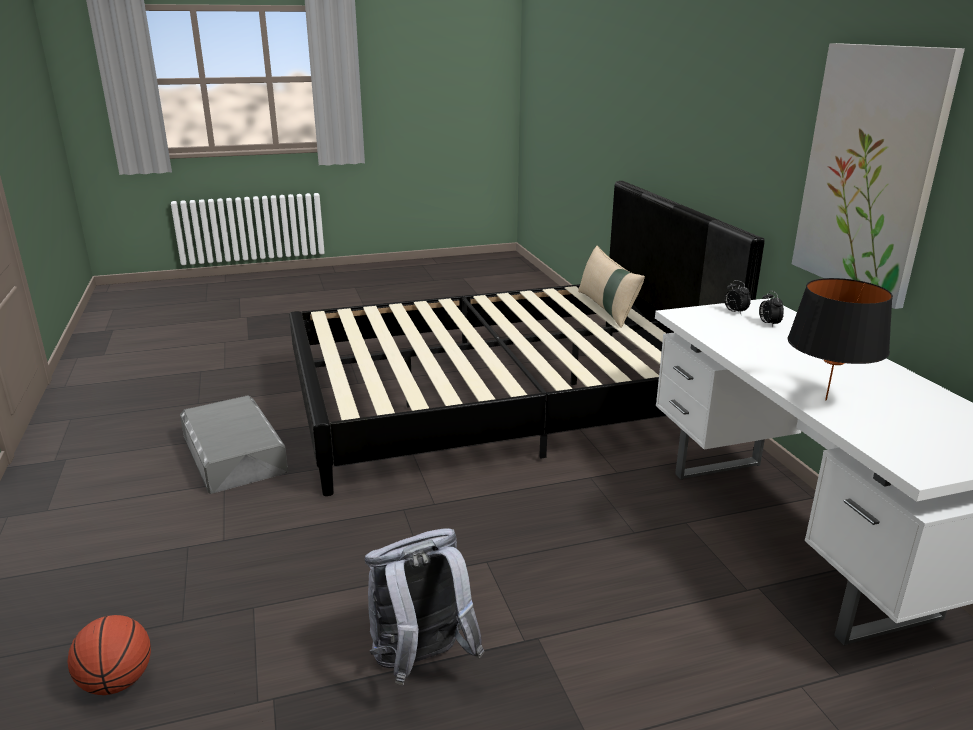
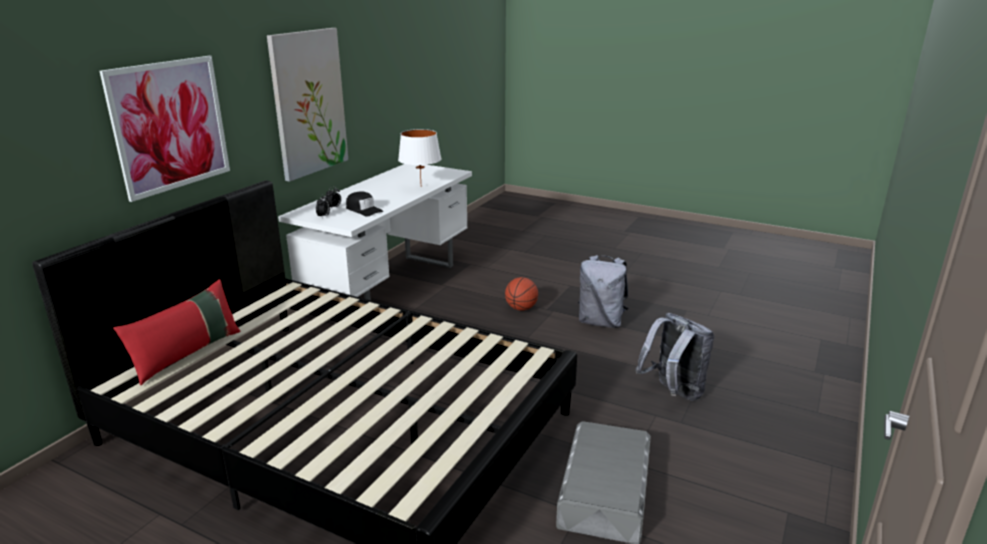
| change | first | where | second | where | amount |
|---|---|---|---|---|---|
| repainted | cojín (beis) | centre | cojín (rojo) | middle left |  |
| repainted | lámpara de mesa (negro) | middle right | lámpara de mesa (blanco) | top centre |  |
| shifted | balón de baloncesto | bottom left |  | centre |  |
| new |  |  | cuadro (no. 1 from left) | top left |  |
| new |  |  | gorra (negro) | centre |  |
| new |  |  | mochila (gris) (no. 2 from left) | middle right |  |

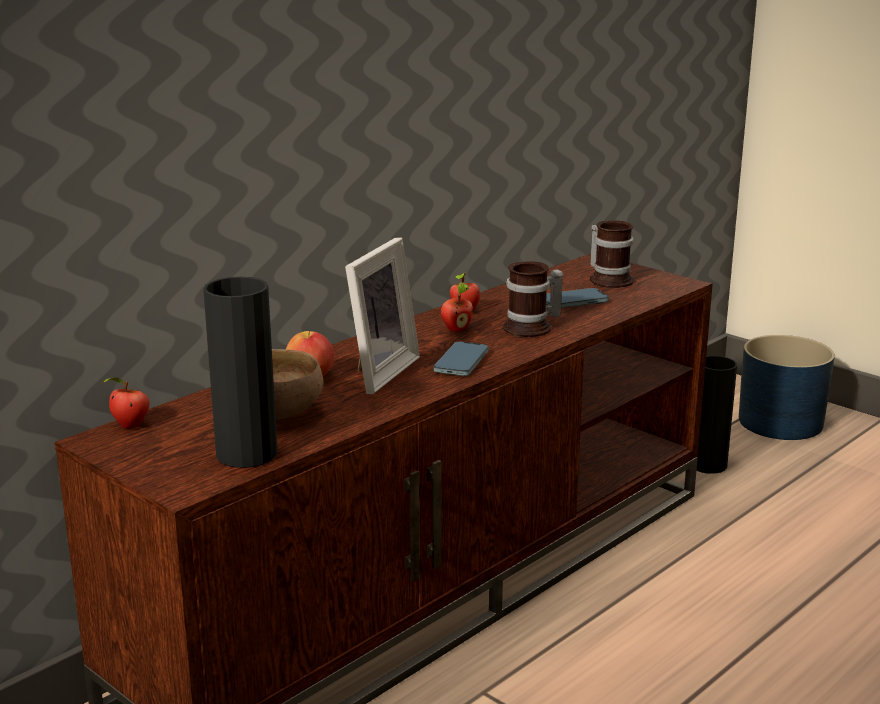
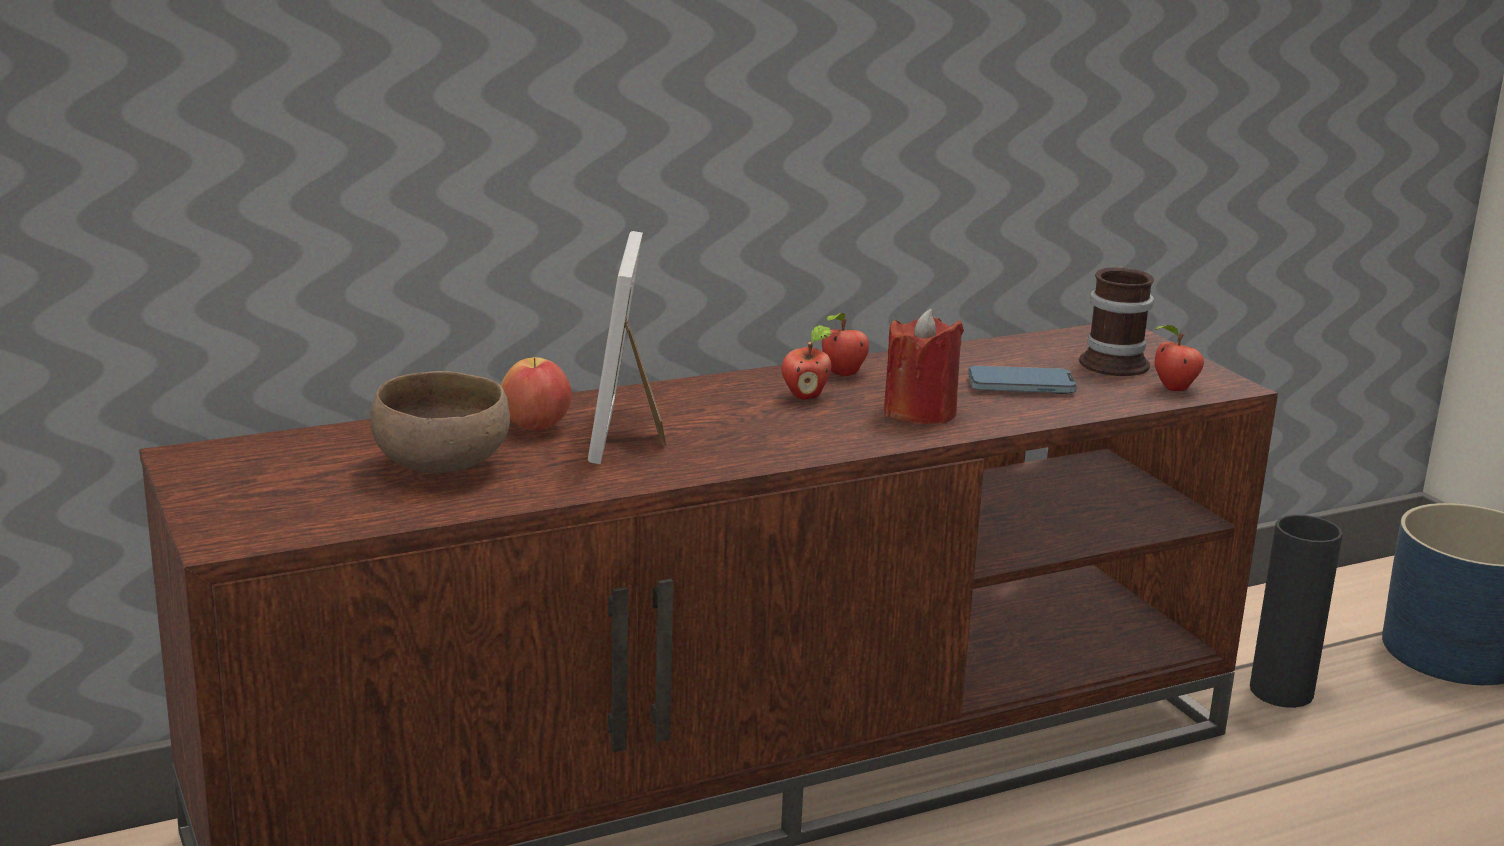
| change | first | where | second | where | amount |
|---|---|---|---|---|---|
| rotated | portarretratos | centre |  | centre | 135 degrees clockwise |
| swapped | taza grande (no. 1 from left) | centre | vela (rojo) | centre |  |
| gone | florero (negro) (no. 1 from left) | middle left |  |  |  |
| gone | móvil (no. 1 from left) | centre |  |  |  |
| shifted | manzana (no. 1 from left in the first image) | middle left | manzana (no. 4 from left) | middle right |  |

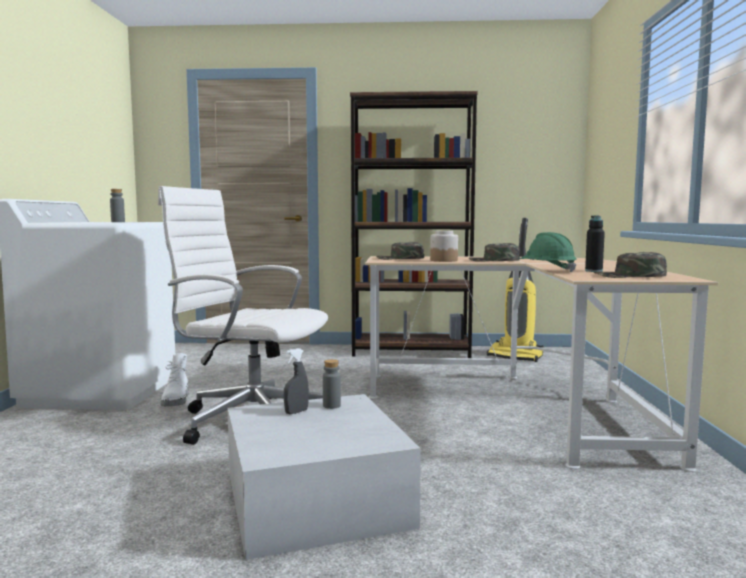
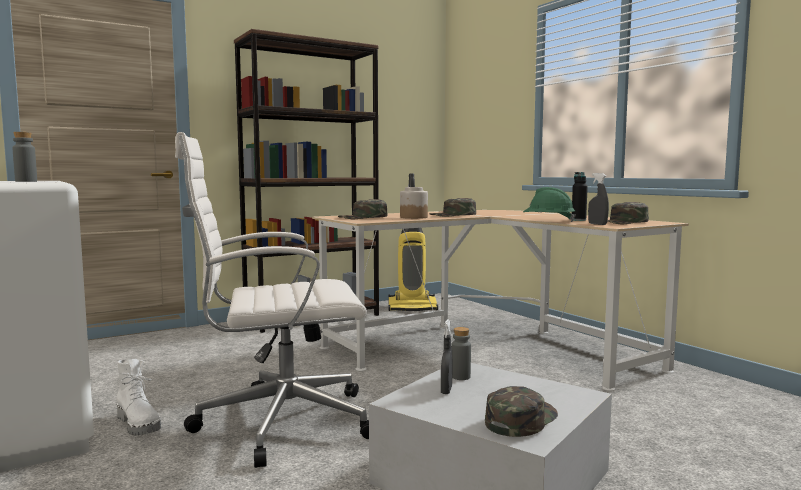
| change | first | where | second | where | amount |
|---|---|---|---|---|---|
| new |  |  | pulverizador (gris) (no. 2 from left) | middle right |  |
| new |  |  | gorra (verde) (no. 3 from left) | bottom centre |  |

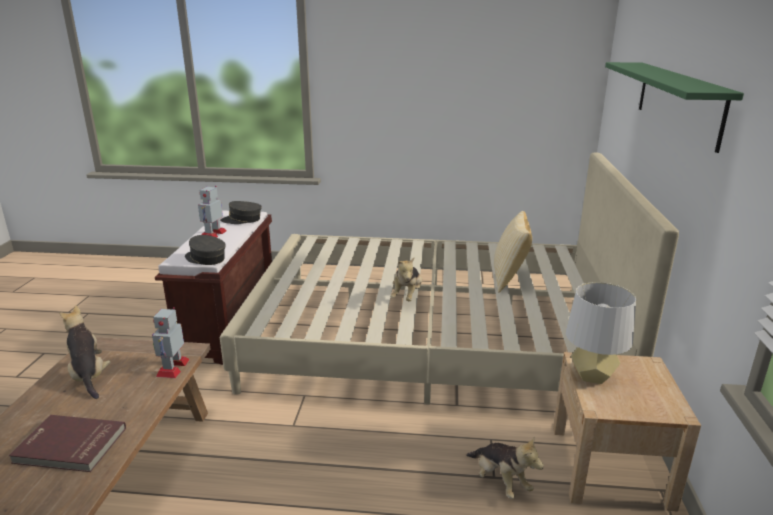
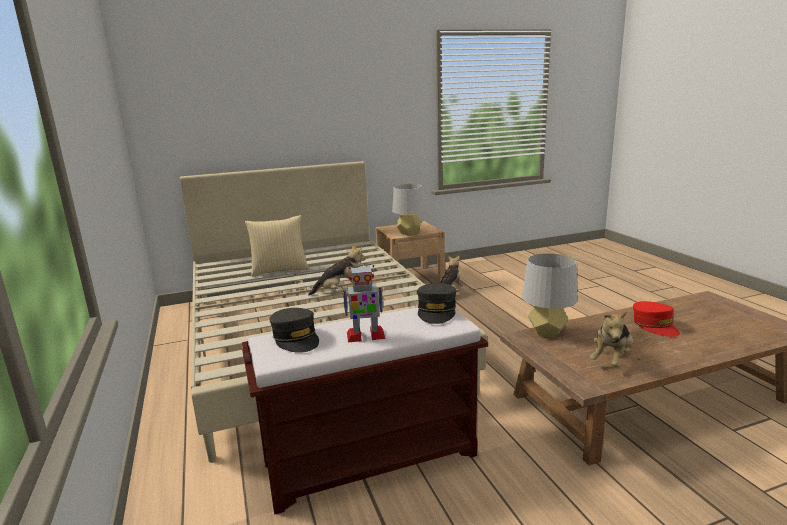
| change | first | where | second | where | amount |
|---|---|---|---|---|---|
| gone | estante (verde) | top right |  |  |  |
| swapped | robot de juguete (no. 1 from left) | middle left | lámpara de mesa (gris) (no. 2 from left) | middle right |  |
| swapped | libro (rojo) | bottom left | gorra (rojo) | middle right |  |

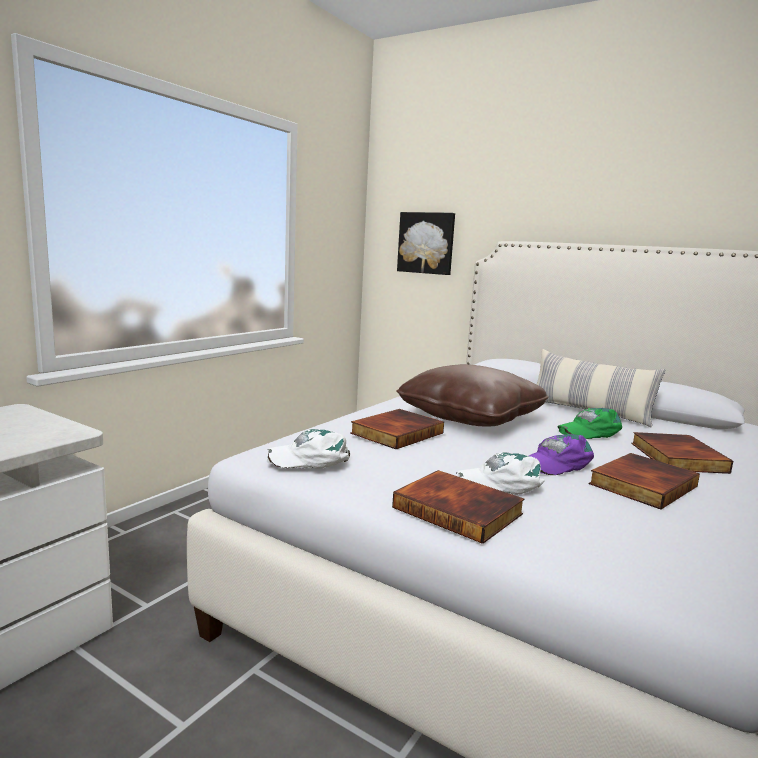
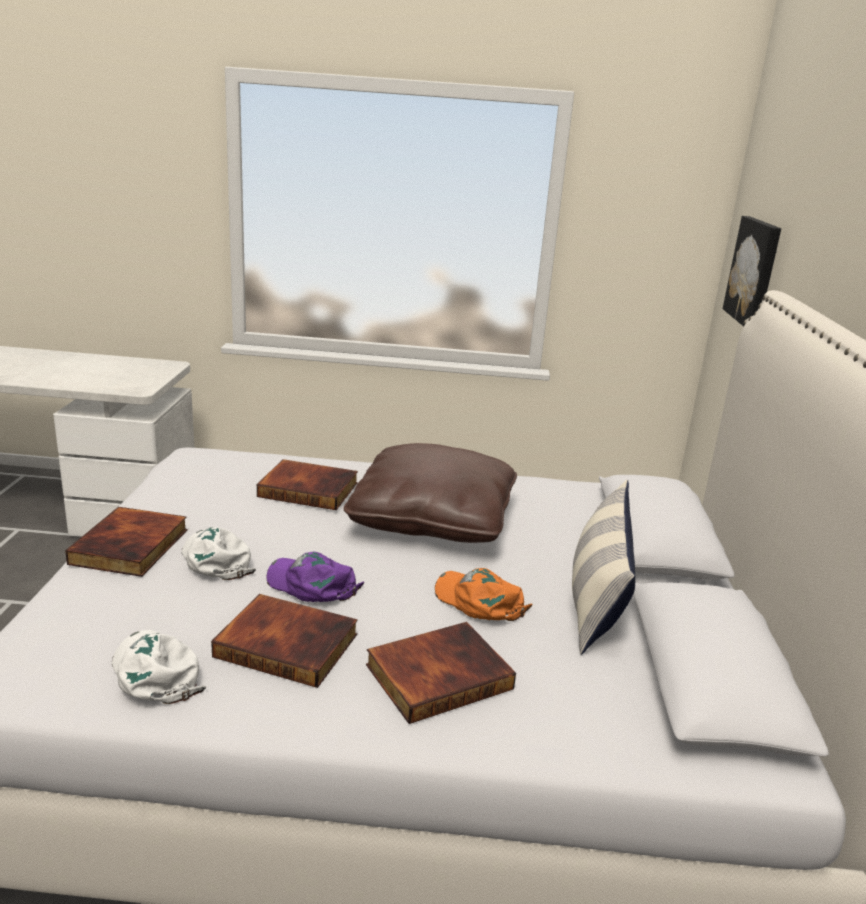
| change | first | where | second | where | amount |
|---|---|---|---|---|---|
| repainted | gorra (verde) | middle right | gorra (naranja) | centre |  |
| shifted | gorra (blanco) (no. 1 from left) | centre |  | bottom left |  |

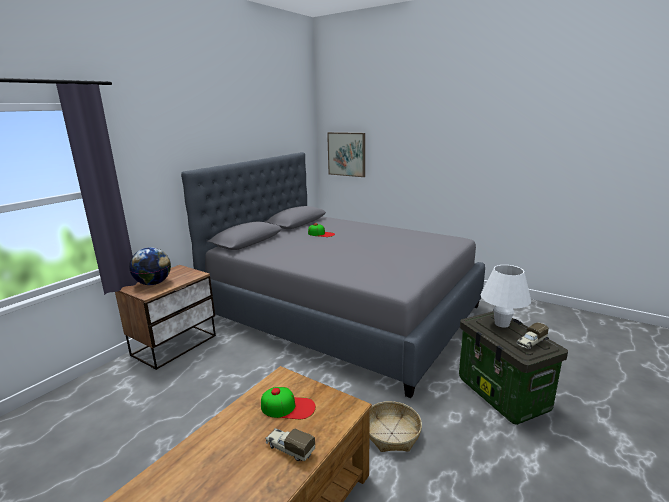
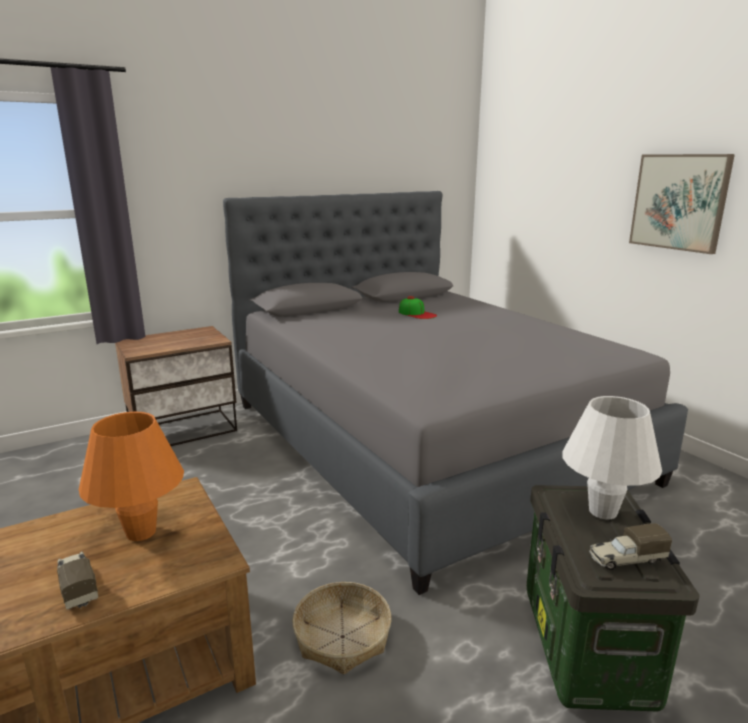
| change | first | where | second | where | amount |
|---|---|---|---|---|---|
| shifted | cuadro | top centre |  | top right |  |
| gone | globo terráqueo | middle left |  |  |  |
| swapped | gorra (no. 1 from left) | bottom centre | lámpara de mesa (naranja) | middle left |  |

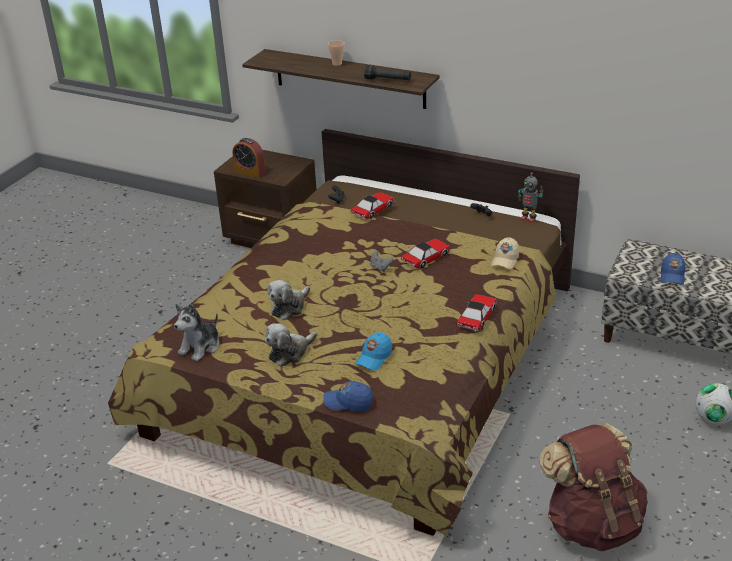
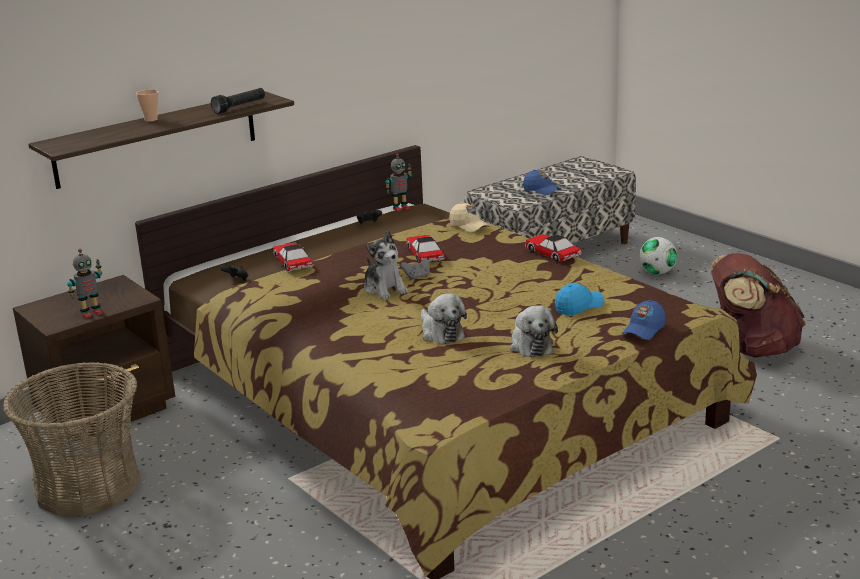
| change | first | where | second | where | amount |
|---|---|---|---|---|---|
| swapped | despertador | top centre | robot de juguete (no. 1 from left) | middle left |  |
| shifted | peluche (no. 1 from left) | middle left |  | centre |  |
| rotated | gorra (azul) (no. 2 from left) | centre |  | middle right | 90 degrees counterclockwise |
| new |  |  | cesta | bottom left |  |

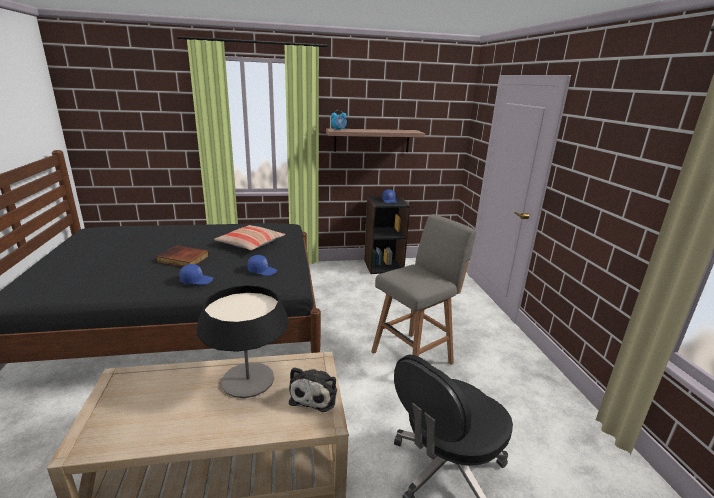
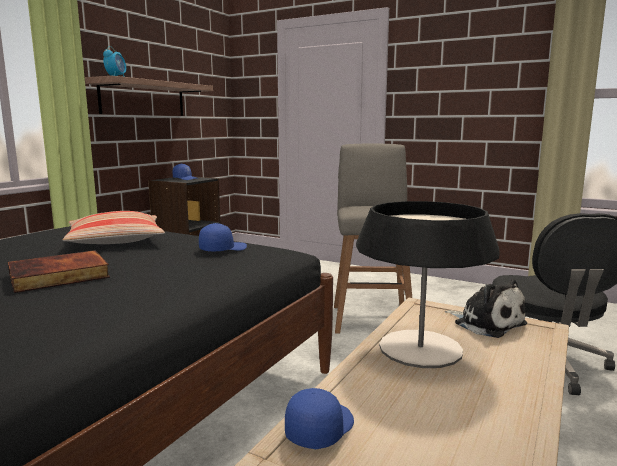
| change | first | where | second | where | amount |
|---|---|---|---|---|---|
| shifted | gorra (azul) (no. 1 from left in the first image) | middle left | gorra (azul) (no. 3 from left) | bottom centre |  |

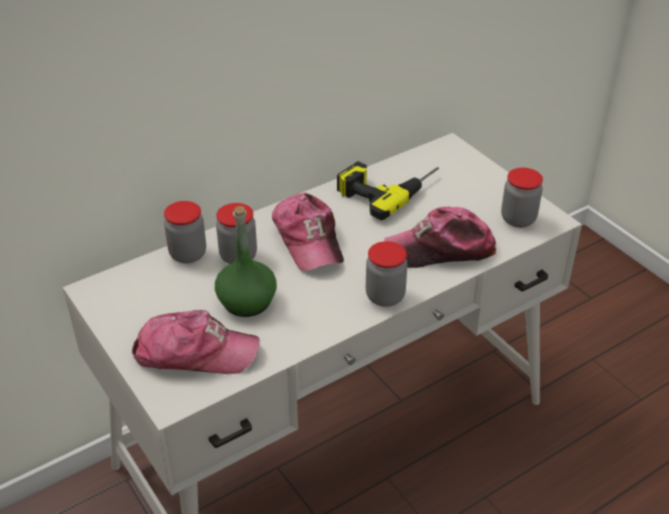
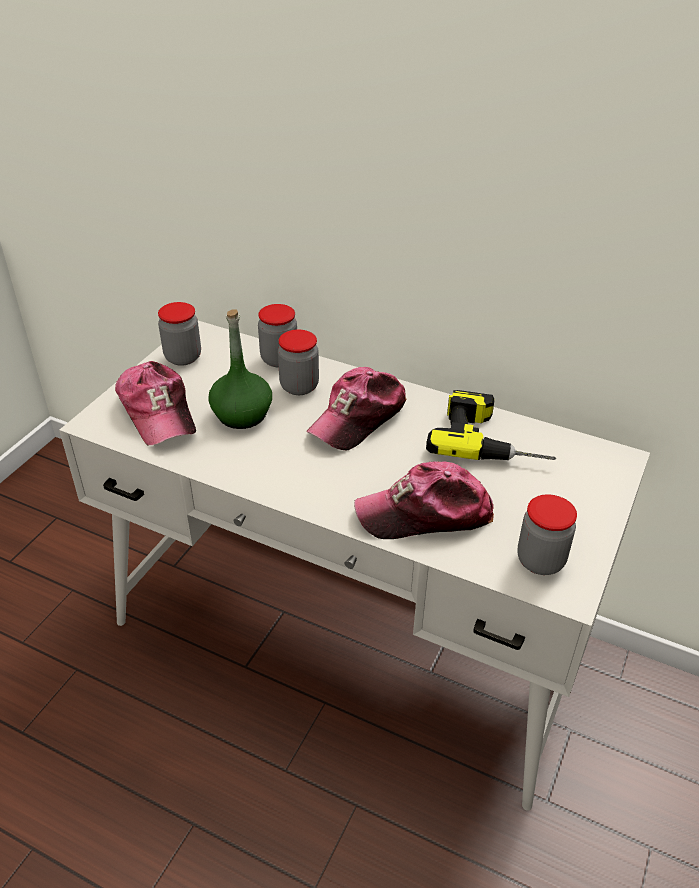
| change | first | where | second | where | amount |
|---|---|---|---|---|---|
| rotated | gorra (no. 3 from left) | centre |  | centre | 60 degrees counterclockwise |
| shifted | tarro (no. 3 from left in the first image) | centre | tarro (no. 1 from left) | middle left |  |

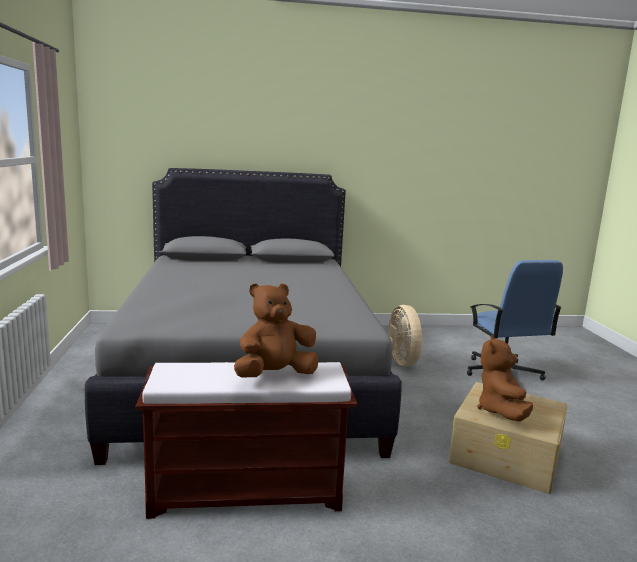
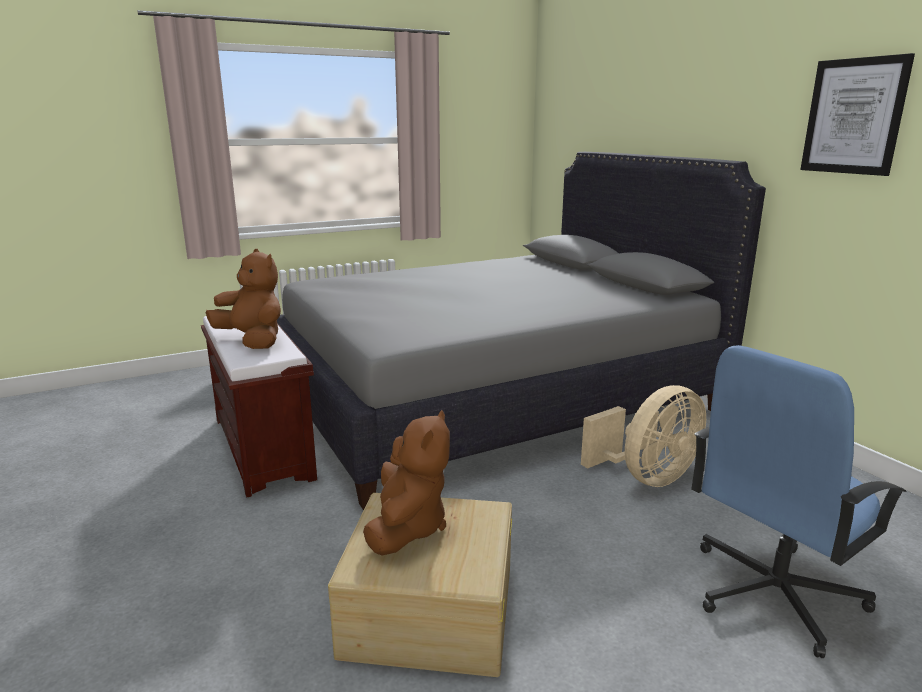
| change | first | where | second | where | amount |
|---|---|---|---|---|---|
| rotated | peluche (marrón) (no. 2 from left) | bottom right |  | bottom centre | 105 degrees clockwise |
| new |  |  | cuadro | top right |  |

